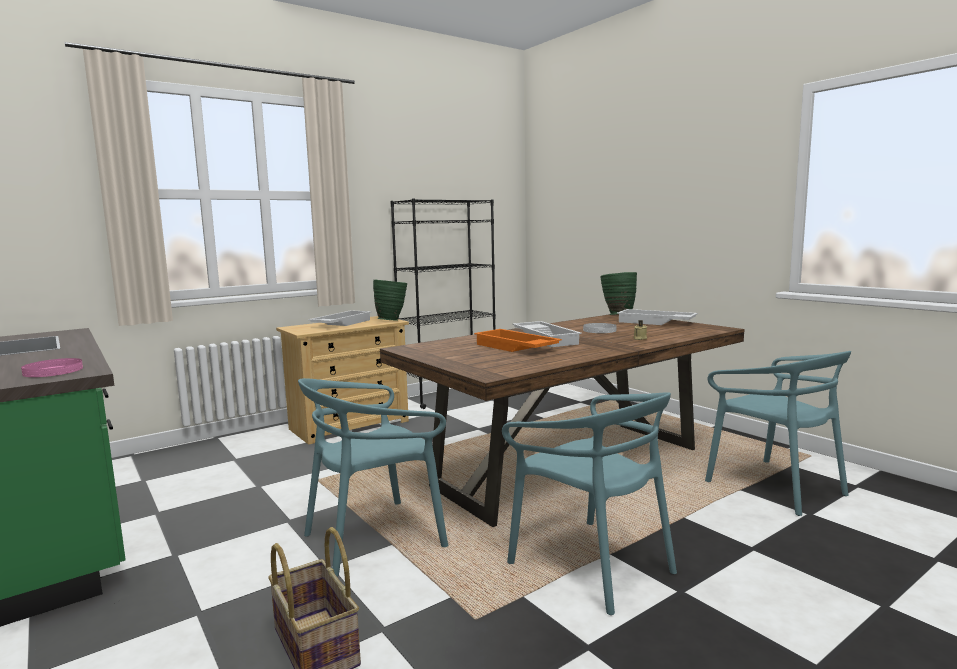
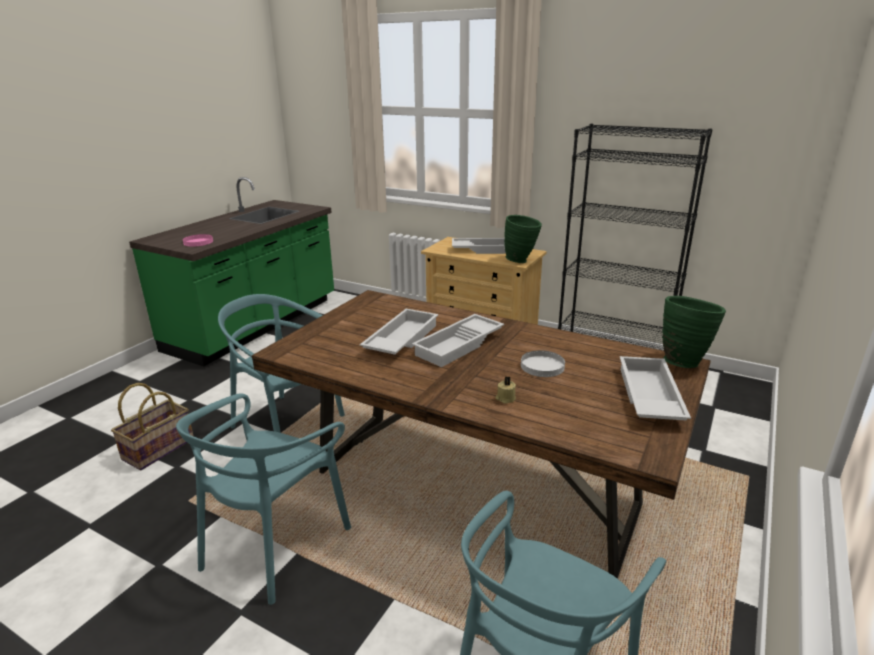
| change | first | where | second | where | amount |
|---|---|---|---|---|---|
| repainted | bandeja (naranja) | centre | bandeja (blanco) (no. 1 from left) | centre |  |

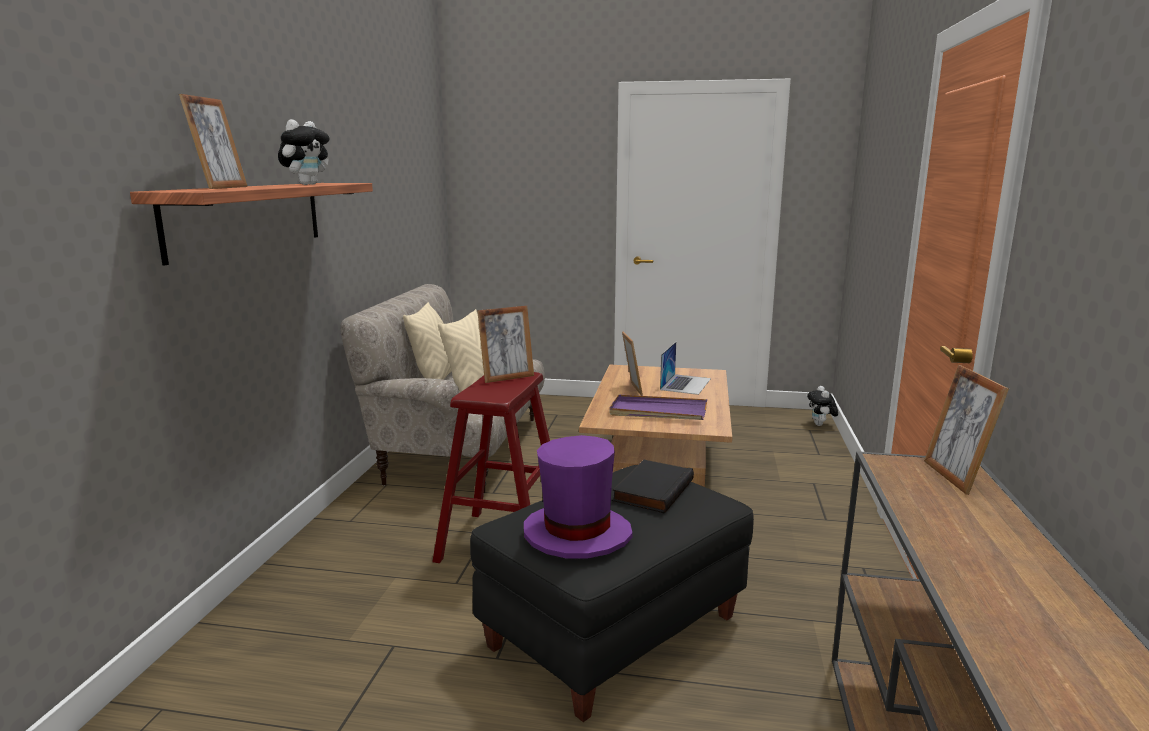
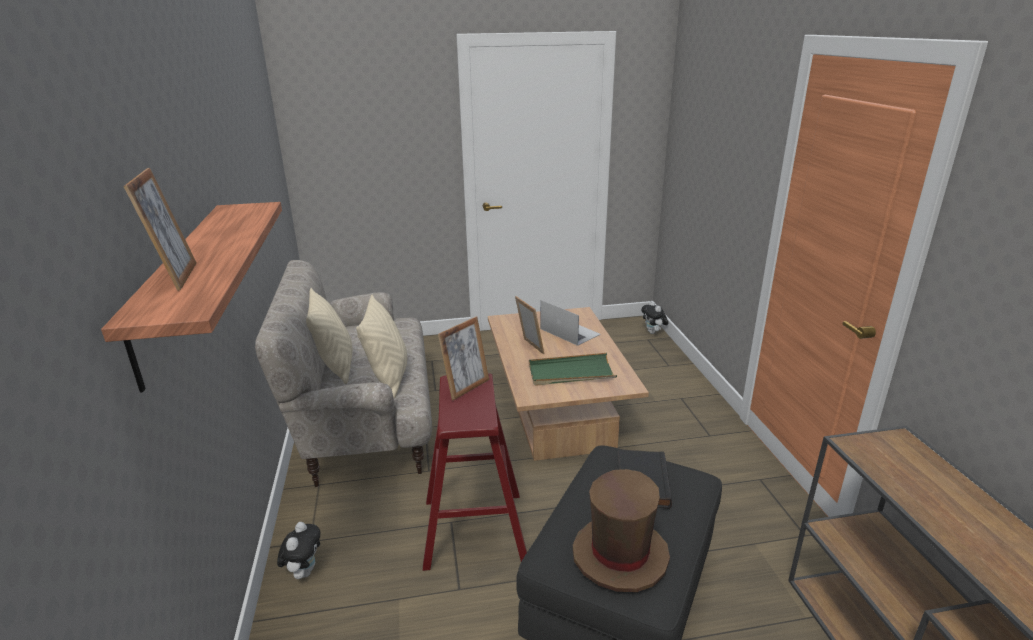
| change | first | where | second | where | amount |
|---|---|---|---|---|---|
| shifted | peluche (no. 1 from left) | top left |  | bottom left |  |
| rotated | portátil | centre |  | centre | 45 degrees counterclockwise |
| gone | portarretratos (no. 4 from left) | middle right |  |  |  |
| repainted | bandeja (morado) | centre | bandeja (verde) | centre |  |
| repainted | sombrero (morado) | bottom centre | sombrero (marrón) | bottom centre |  |

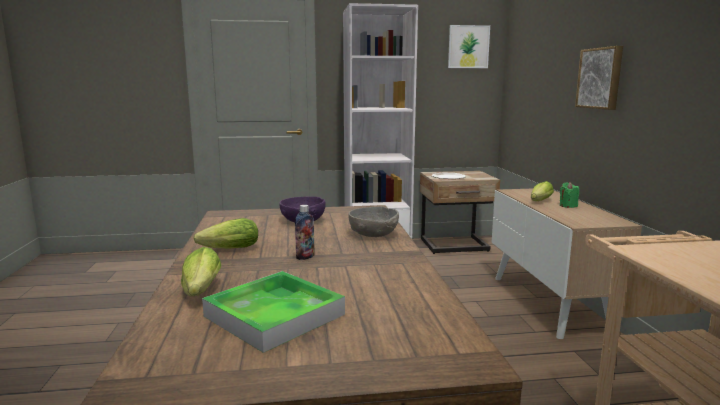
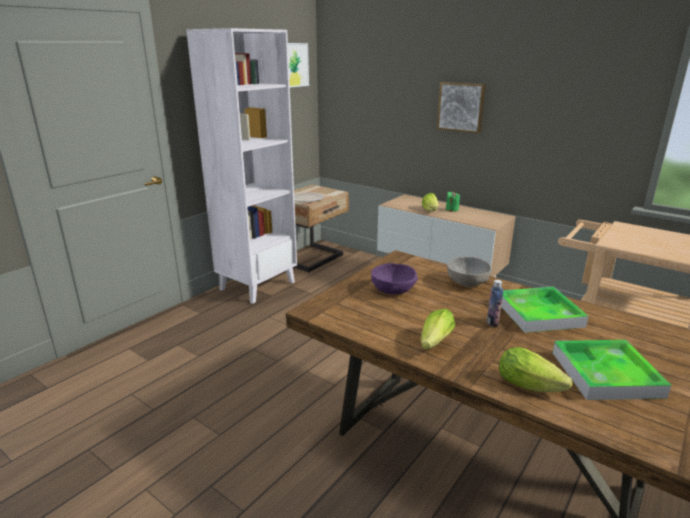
| change | first | where | second | where | amount |
|---|---|---|---|---|---|
| new |  |  | bandeja (no. 1 from left) | middle right |  |

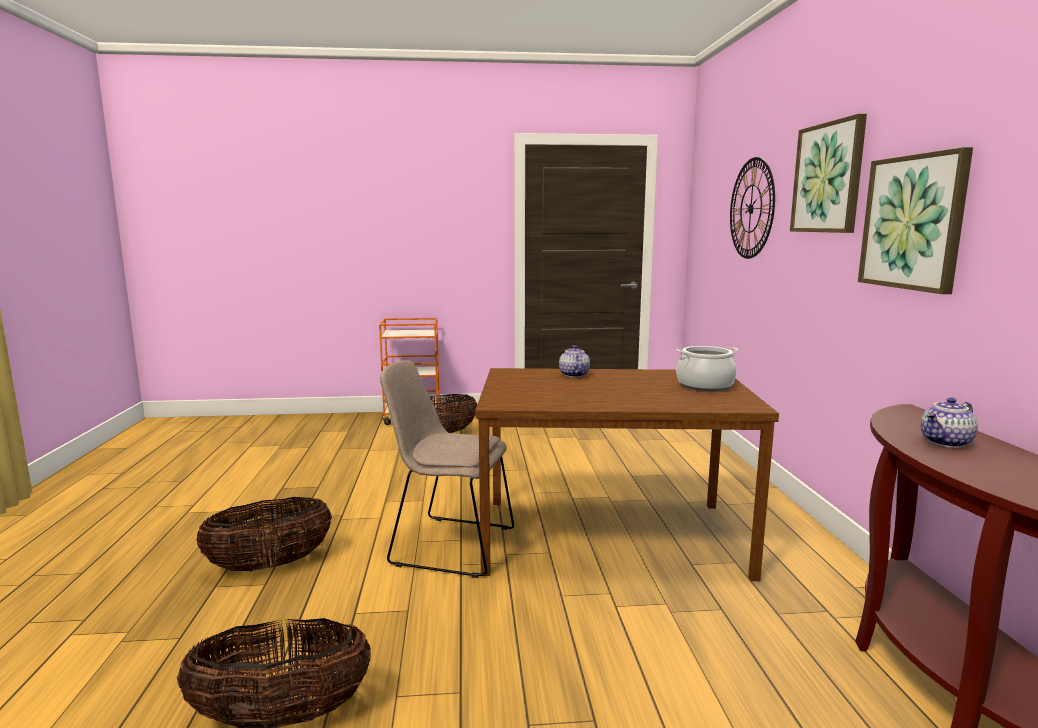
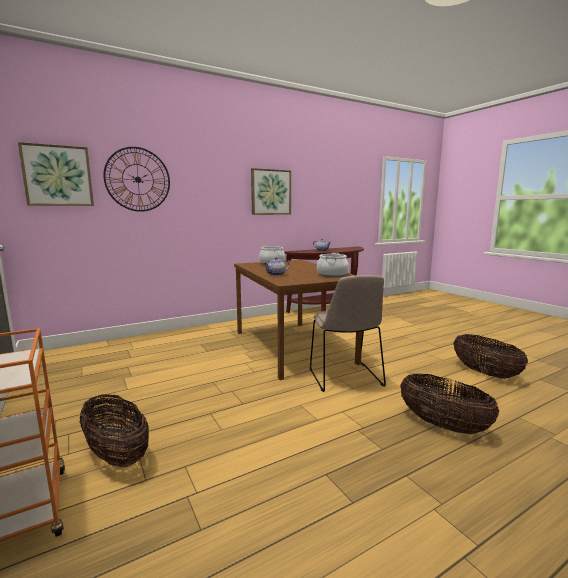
| change | first | where | second | where | amount |
|---|---|---|---|---|---|
| shifted | cuadro (no. 1 from left) | top right |  | top left |  |
| new |  |  | olla (no. 2 from left) | centre |  |

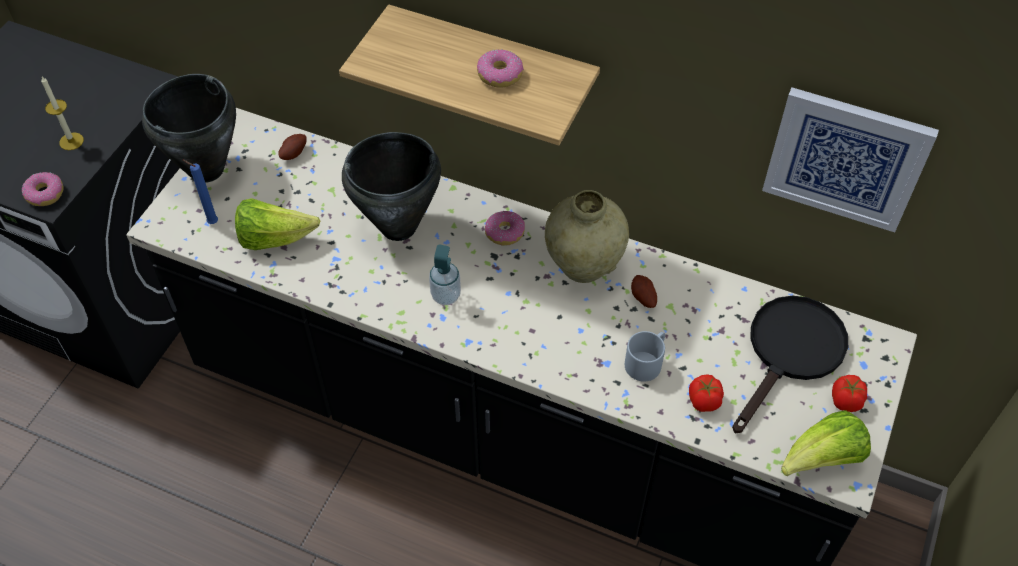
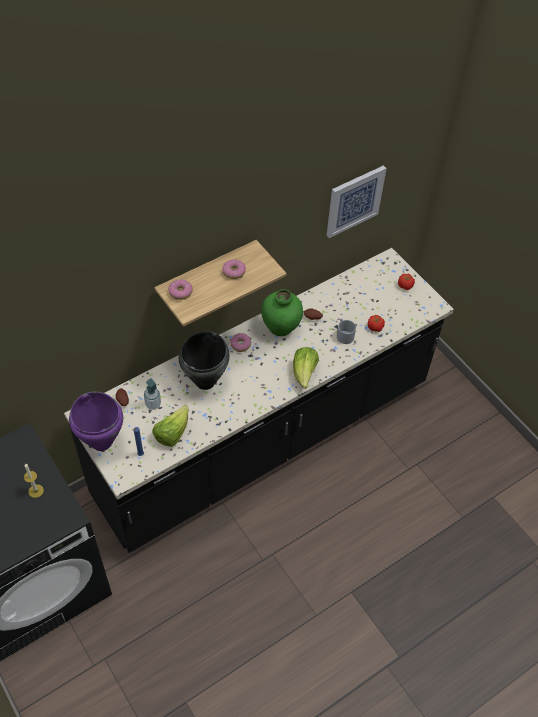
| change | first | where | second | where | amount |
|---|---|---|---|---|---|
| repainted | olla (negro) (no. 1 from left) | top left | olla (morado) | middle left |  |
| shifted | rosquilla (no. 1 from left) | middle left |  | centre |  |
| repainted | florero (beis) | centre | florero (verde) | centre |  |
| shifted | dispensador de jabón | centre |  | middle left |  |
| gone | sartén (negro) | middle right |  |  |  |
| shifted | lechuga (no. 2 from left) | bottom right |  | centre |  |

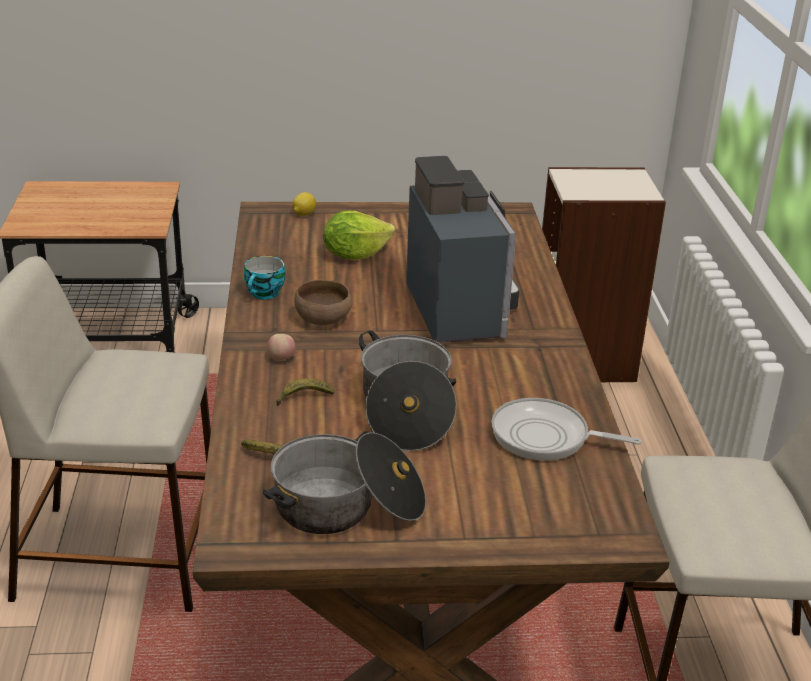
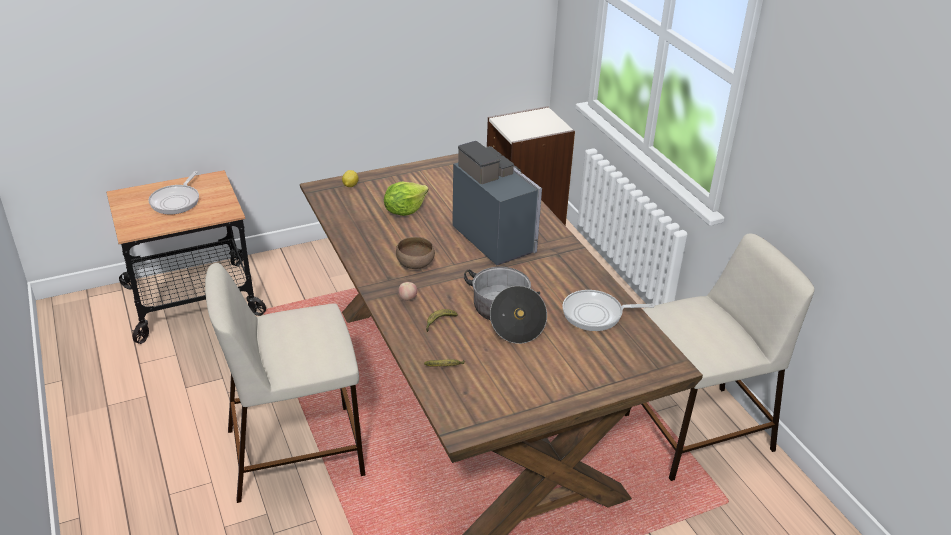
| change | first | where | second | where | amount |
|---|---|---|---|---|---|
| gone | taza | middle left |  |  |  |
| gone | olla (no. 1 from left) | bottom centre |  |  |  |
| new |  |  | sartén (no. 1 from left) | middle left |  |

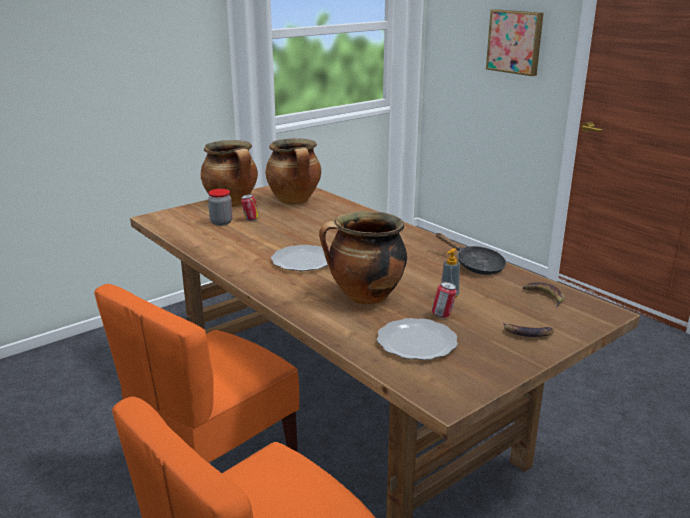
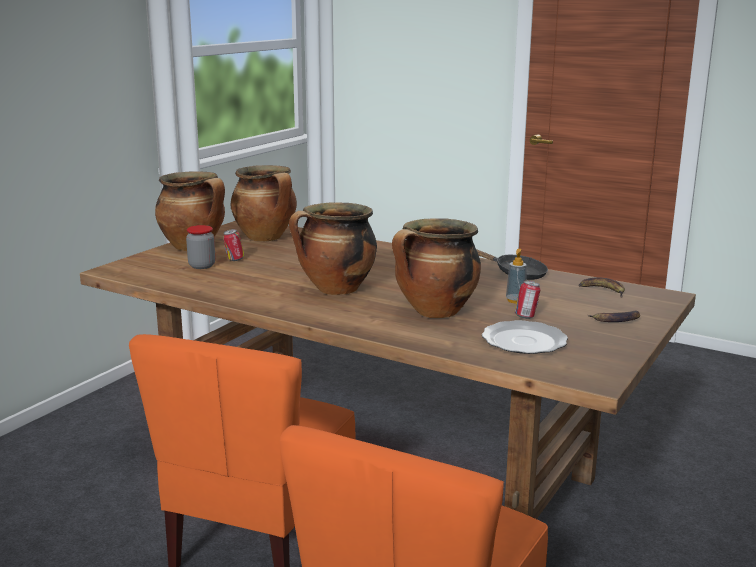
| change | first | where | second | where | amount |
|---|---|---|---|---|---|
| gone | cuadro | top right |  |  |  |
| swapped | plato (no. 1 from left) | centre | olla (no. 3 from left) | centre |  |

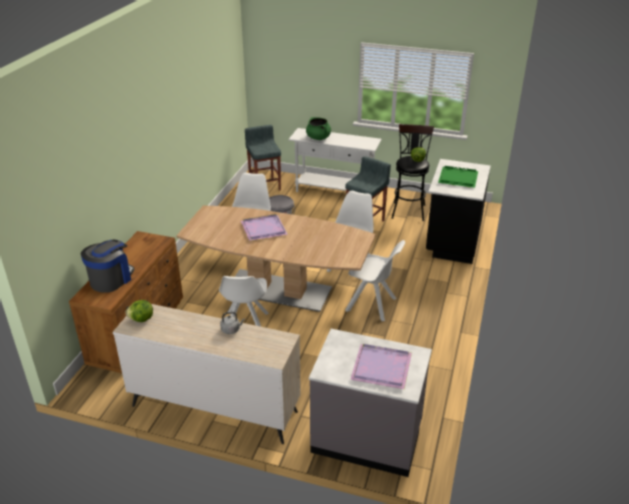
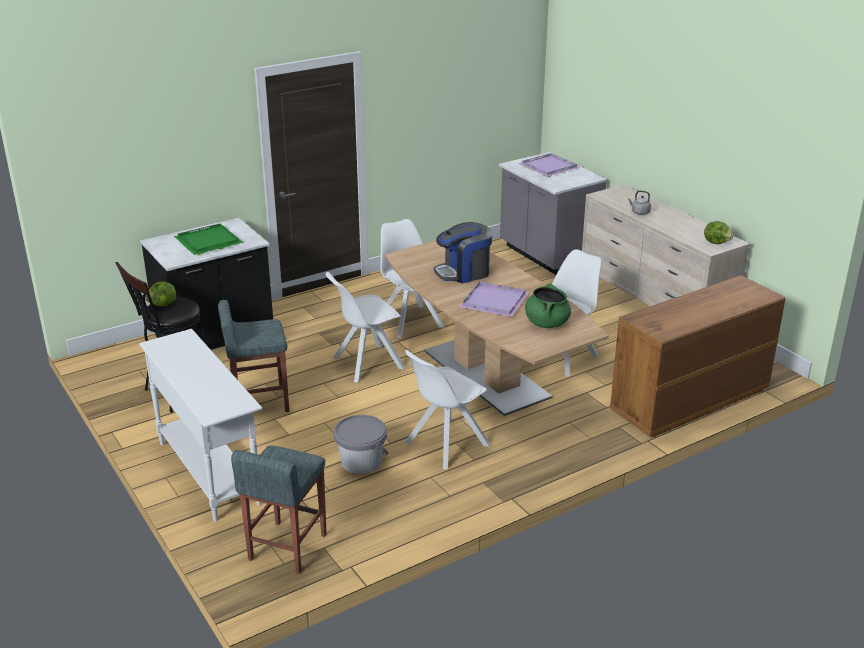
| change | first | where | second | where | amount |
|---|---|---|---|---|---|
| shifted | olla (verde) | top centre |  | centre |  |
| shifted | cafetera | middle left |  | centre |  |

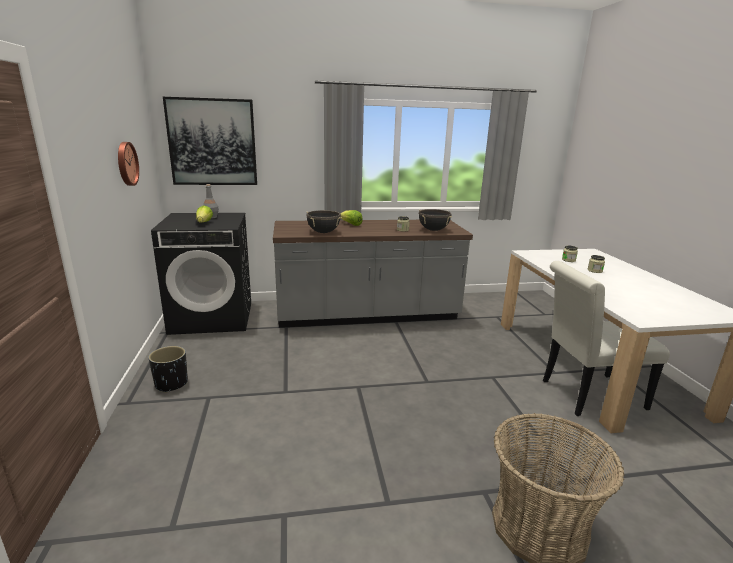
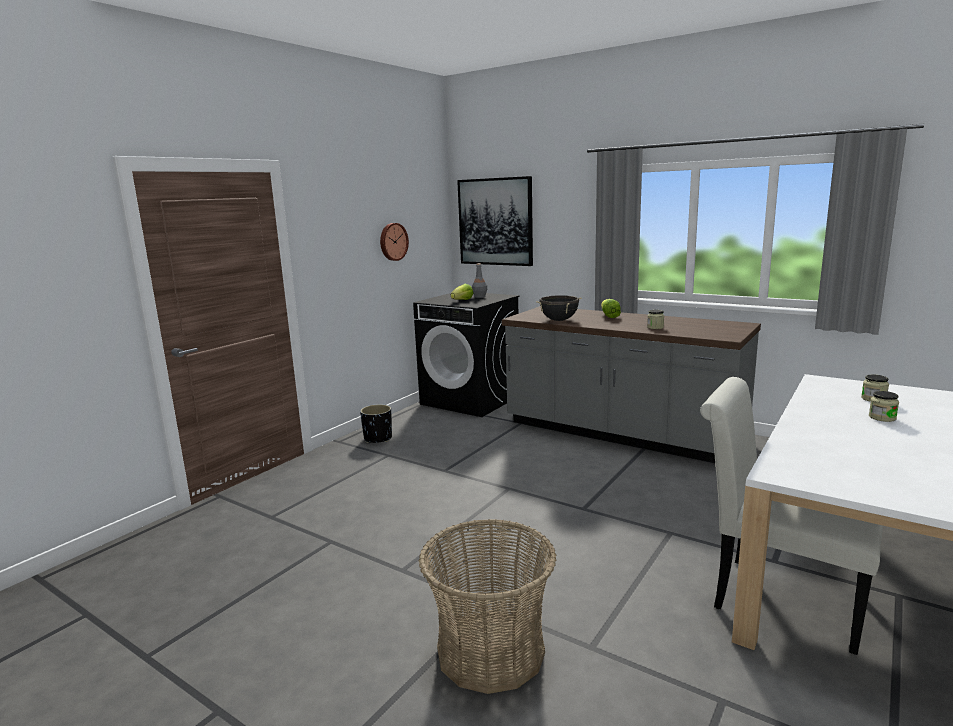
| change | first | where | second | where | amount |
|---|---|---|---|---|---|
| gone | olla (negro) (no. 2 from left) | centre |  |  |  |

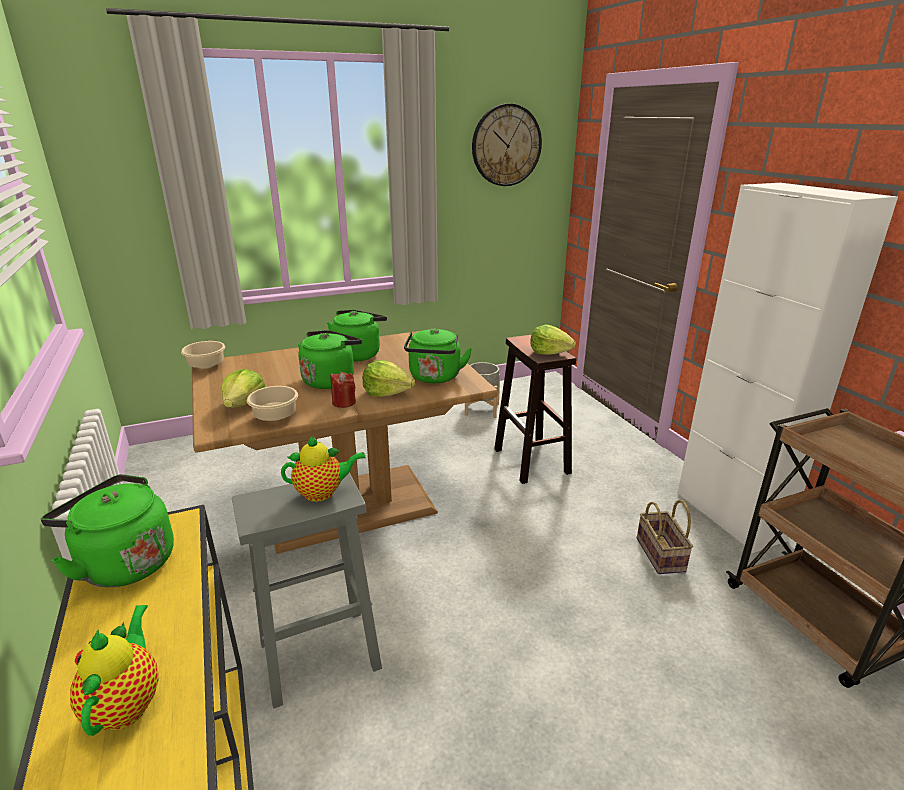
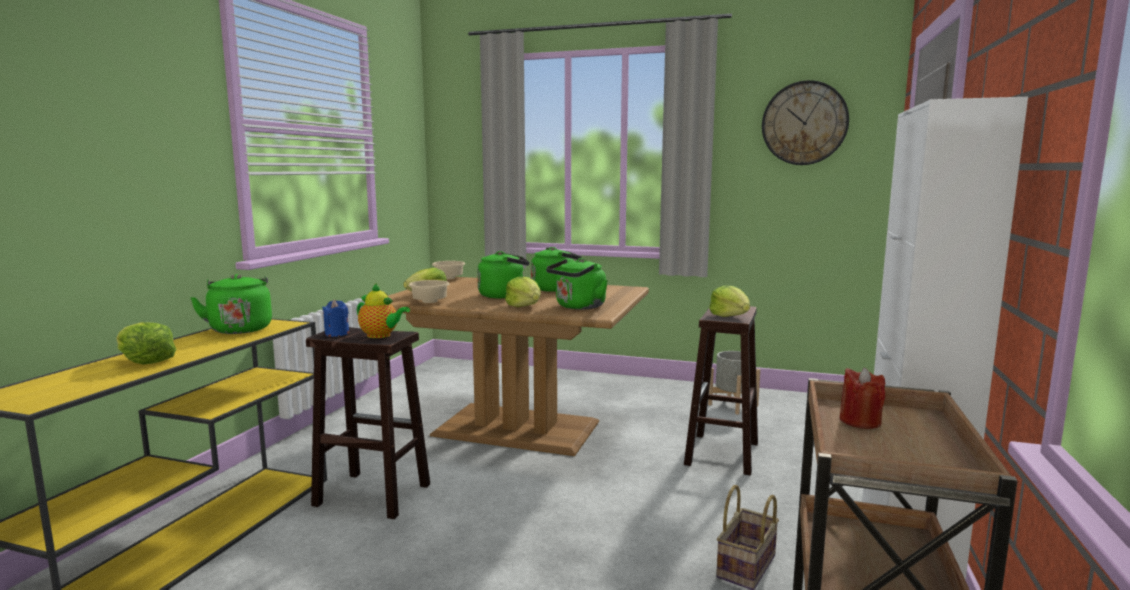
| change | first | where | second | where | amount |
|---|---|---|---|---|---|
| shifted | vela (rojo) | centre |  | bottom right |  |
| repainted | taburete (gris) | bottom centre | taburete (marrón) (no. 1 from left) | bottom left |  |
| swapped | tetera (no. 1 from left) | bottom left | lechuga (no. 1 from left) | middle left |  |
| new |  |  | vela (azul) | middle left |  |

